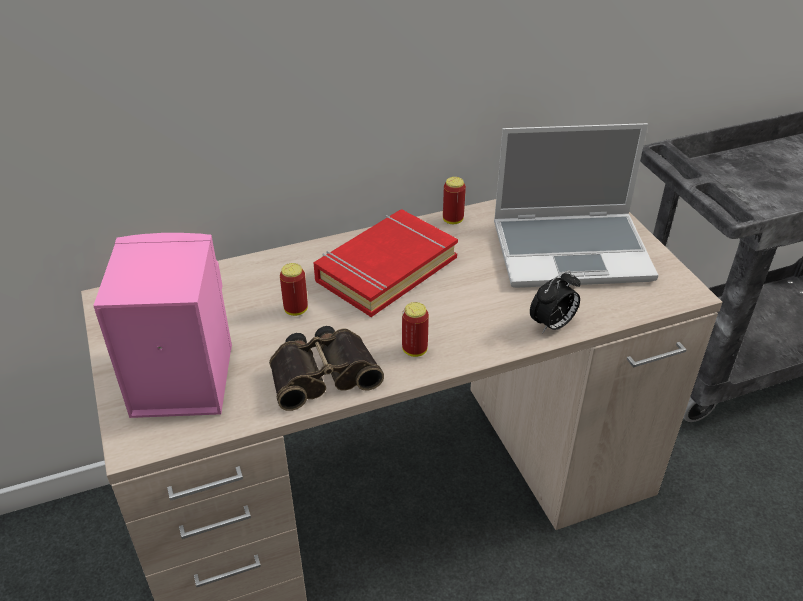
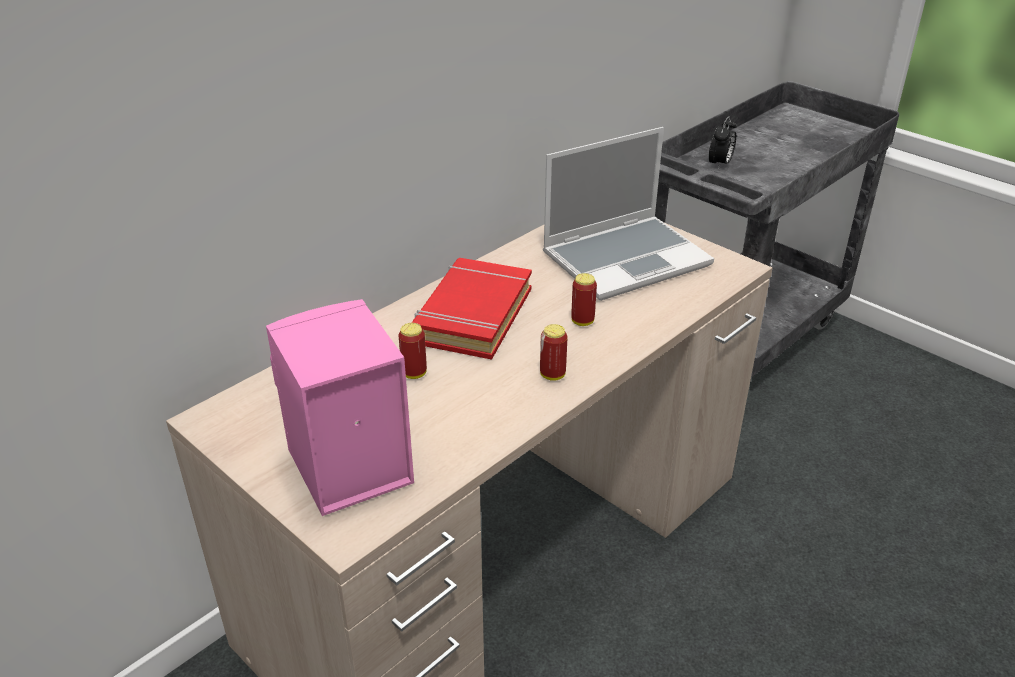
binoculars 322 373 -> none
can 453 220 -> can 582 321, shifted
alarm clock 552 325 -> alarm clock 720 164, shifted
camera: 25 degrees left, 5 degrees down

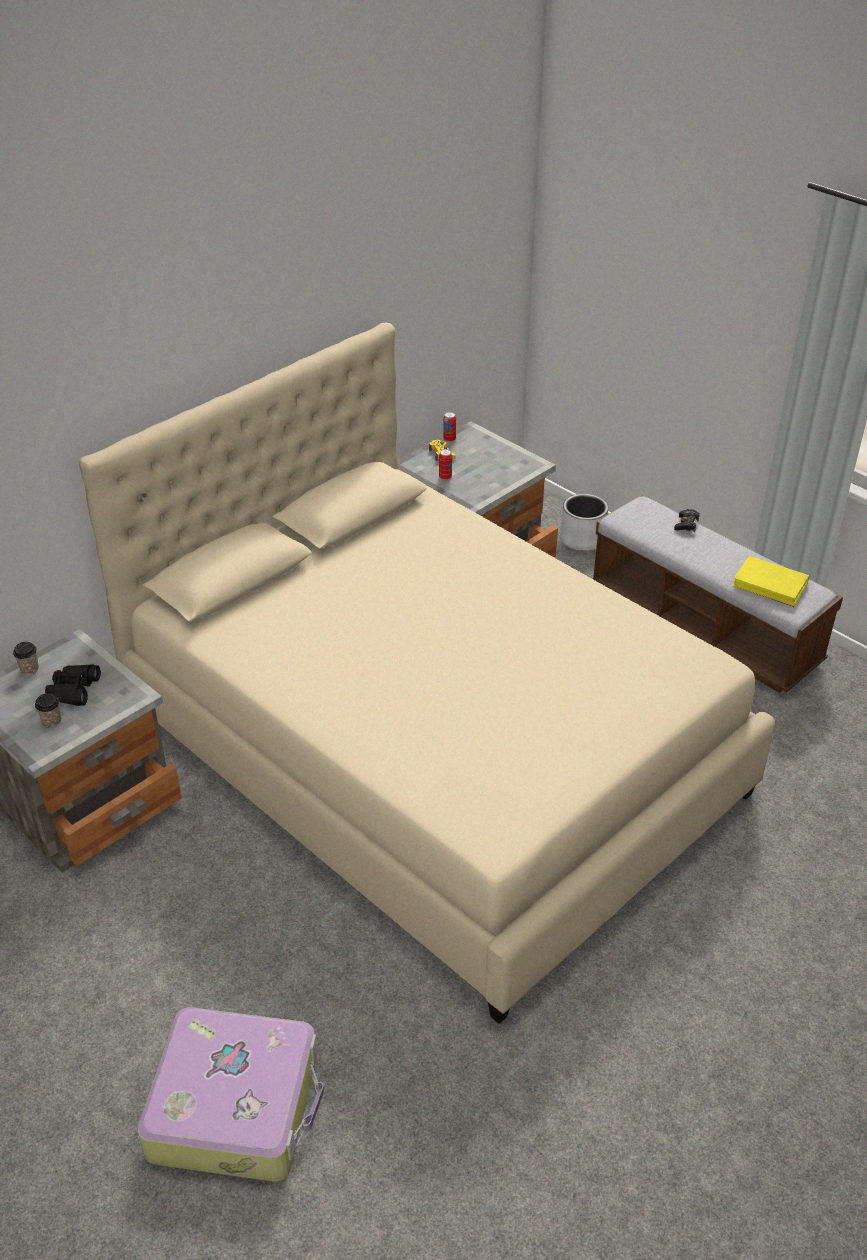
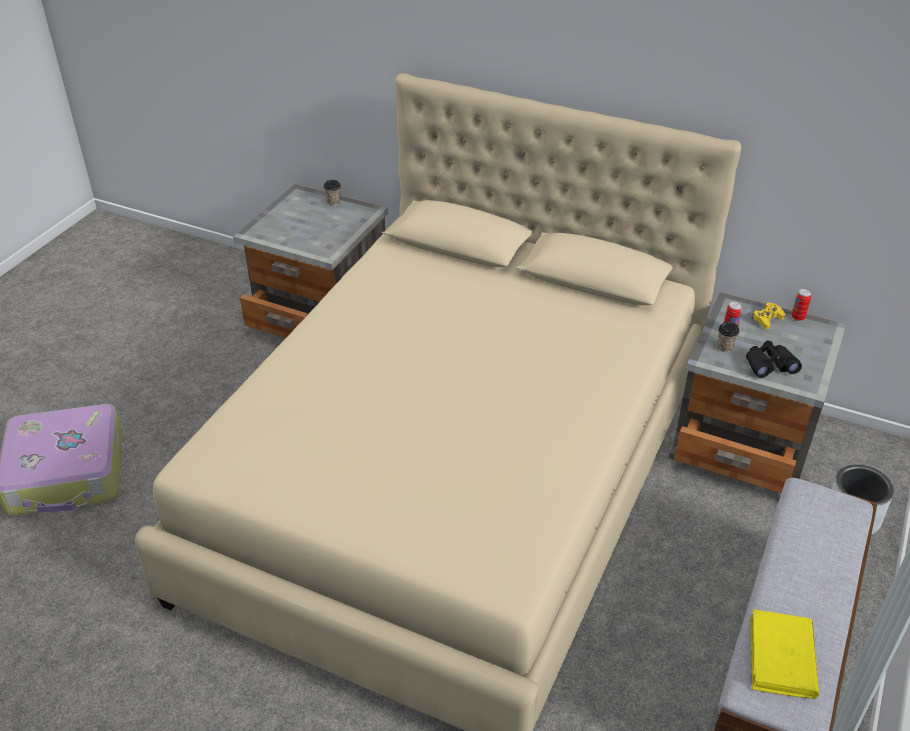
black game controller 686 524 -> none
cup 52 721 -> cup 725 347, shifted
black binoculars 73 690 -> black binoculars 769 365, shifted
camera: 70 degrees right, 0 degrees up

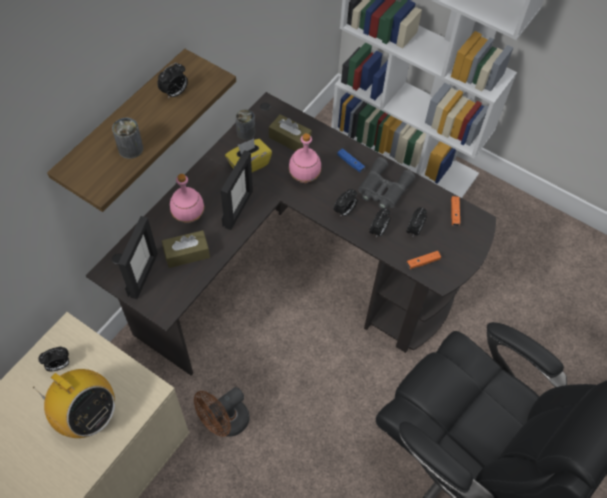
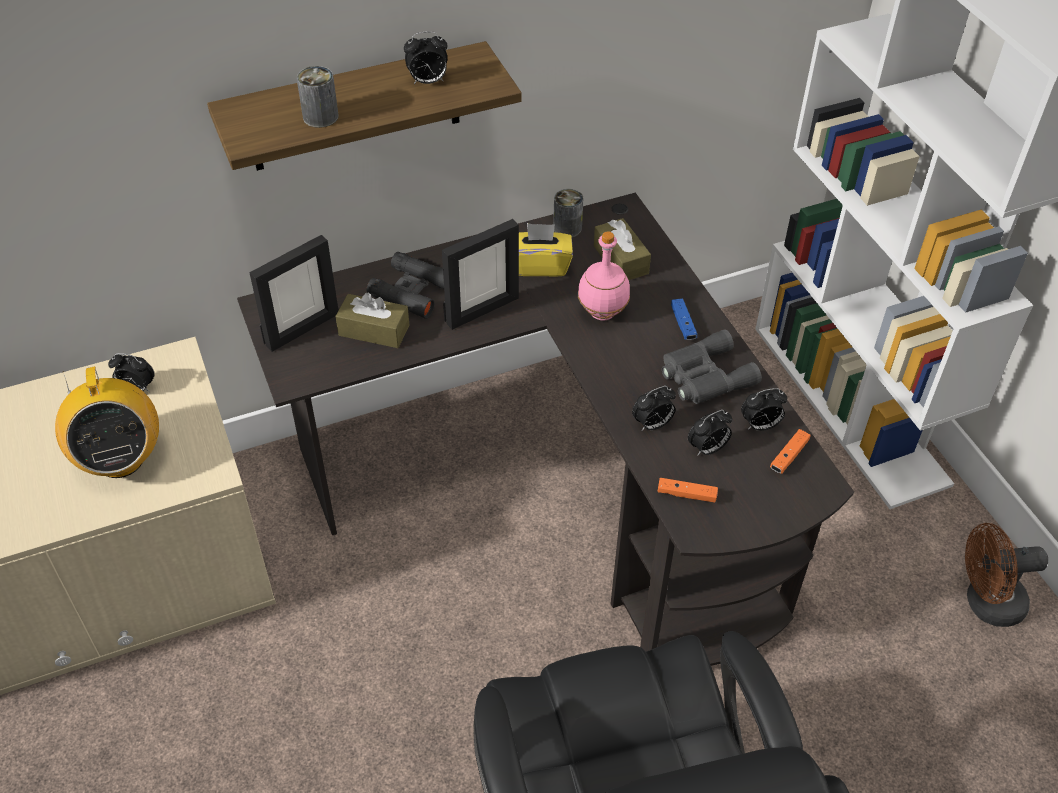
brown fan 225 423 -> brown fan 985 604, shifted
alarm clock 344 211 -> alarm clock 760 426, shifted
pink bottle 189 217 -> black binoculars 412 291
camera: 35 degrees right, 10 degrees down

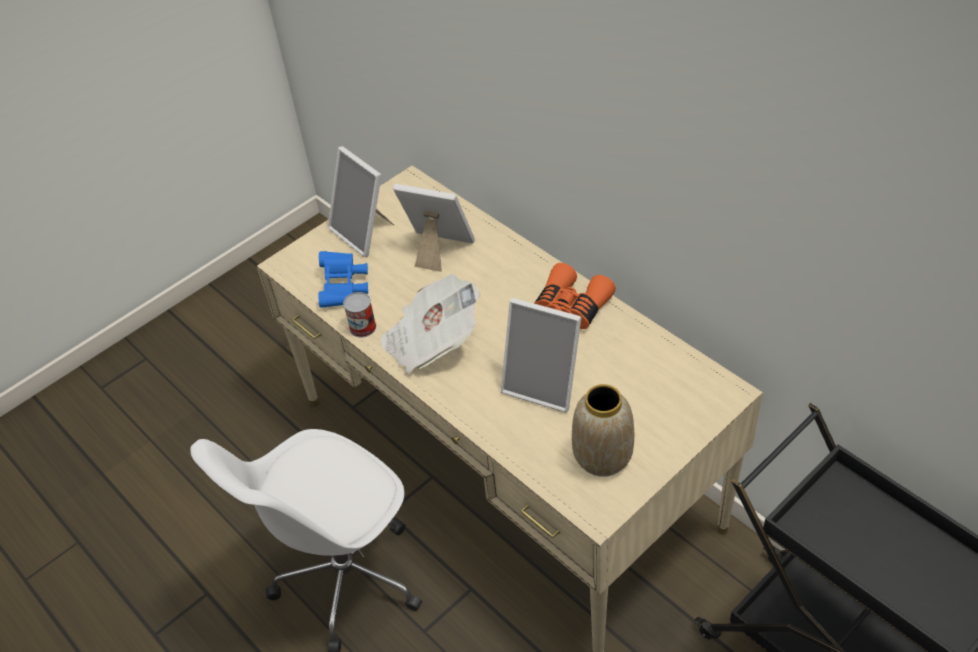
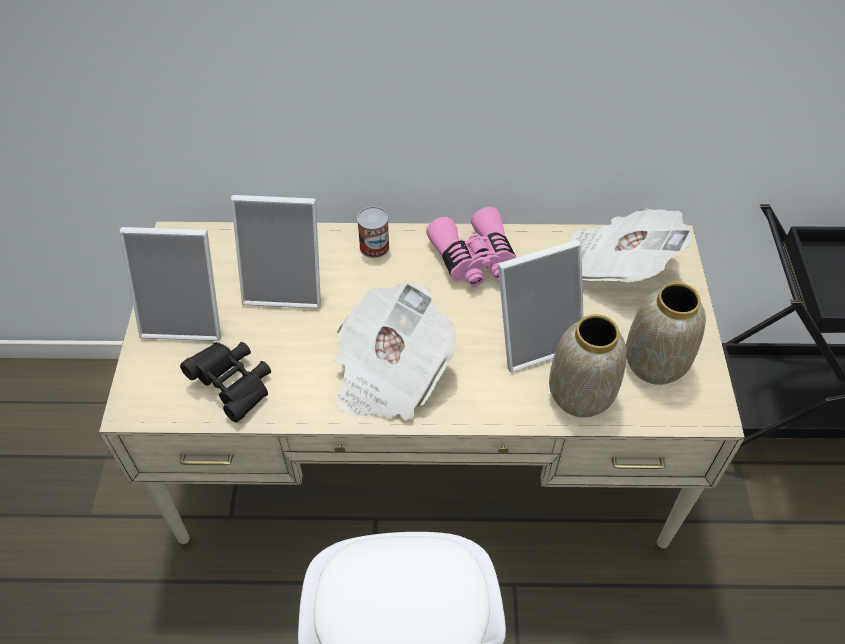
none -> vase 580 393
none -> newspaper 617 264
can 362 327 -> can 374 246, shifted
blue binoculars 344 288 -> black binoculars 234 385
orange binoculars 570 309 -> pink binoculars 474 259
picture frame 437 250 -> picture frame 286 285, 150 degrees counterclockwise
camera: 50 degrees left, 5 degrees up

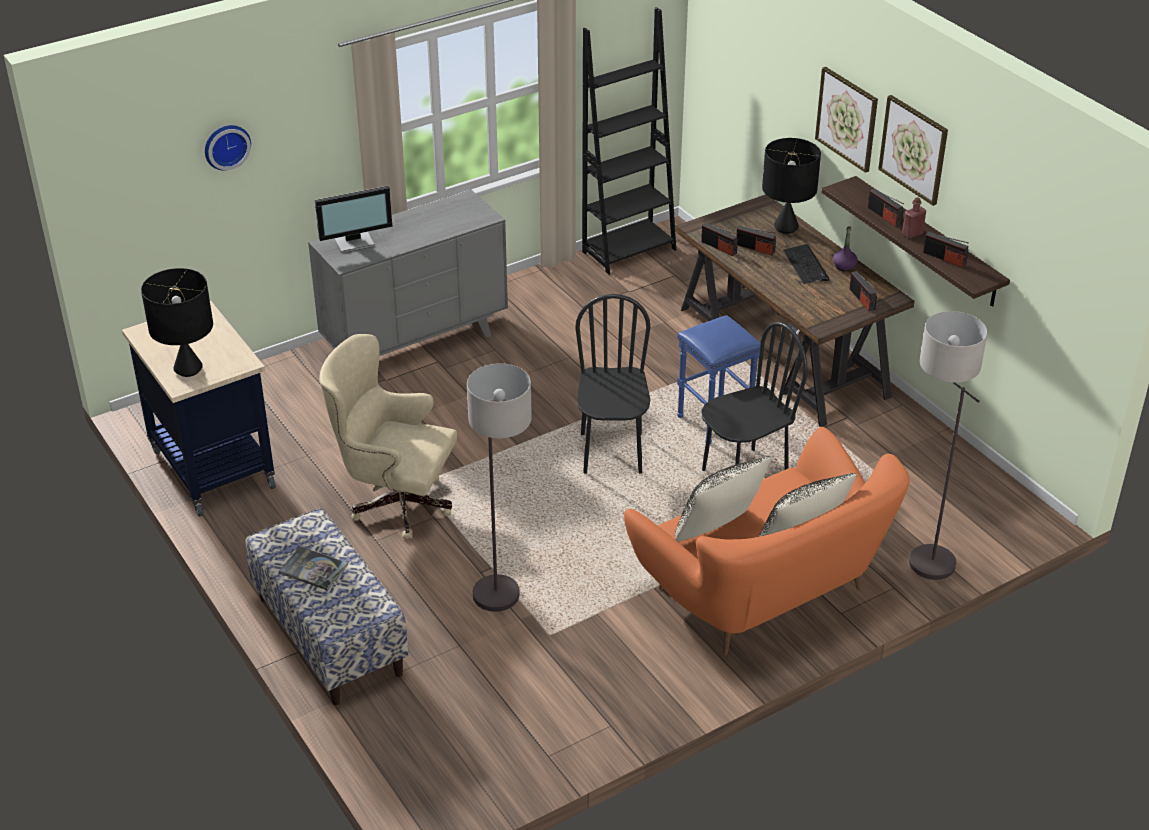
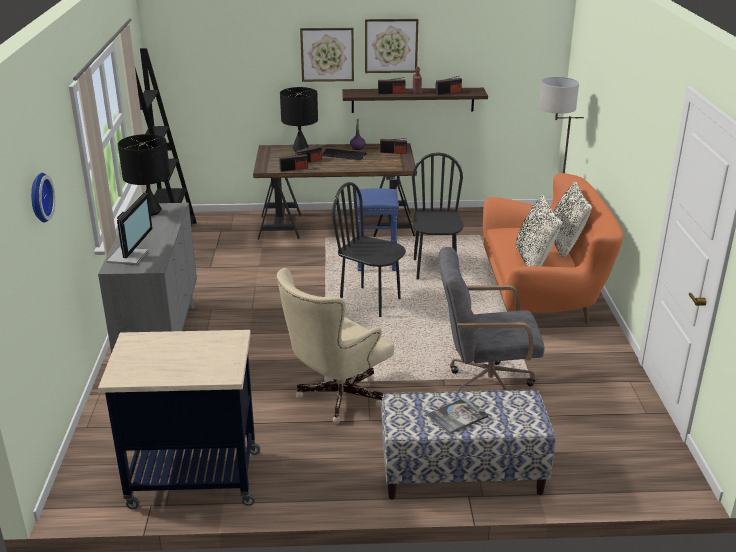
black table lamp 188 370 -> black table lamp 151 212, shifted
grey floor lamp 503 603 -> grey office chair 484 386
camera: 60 degrees left, 10 degrees down

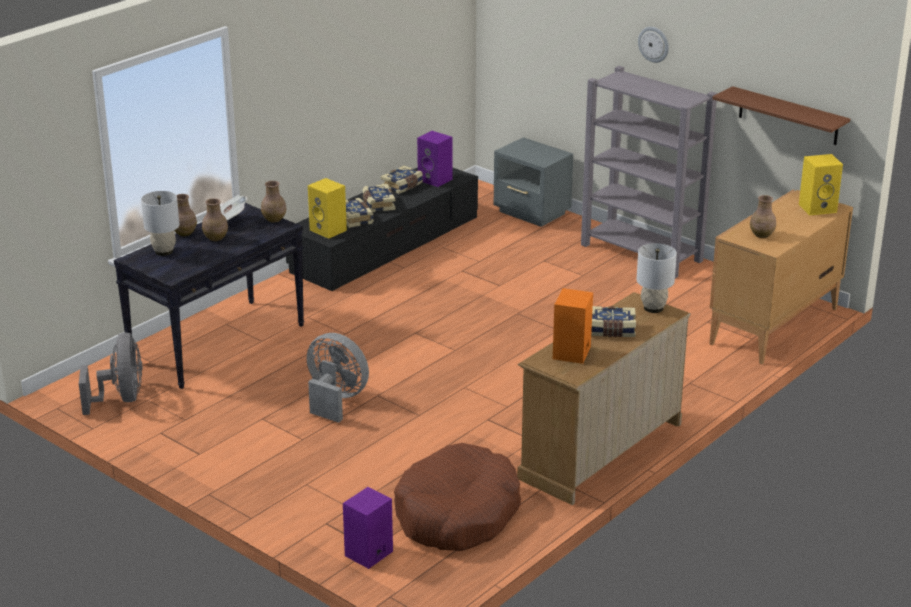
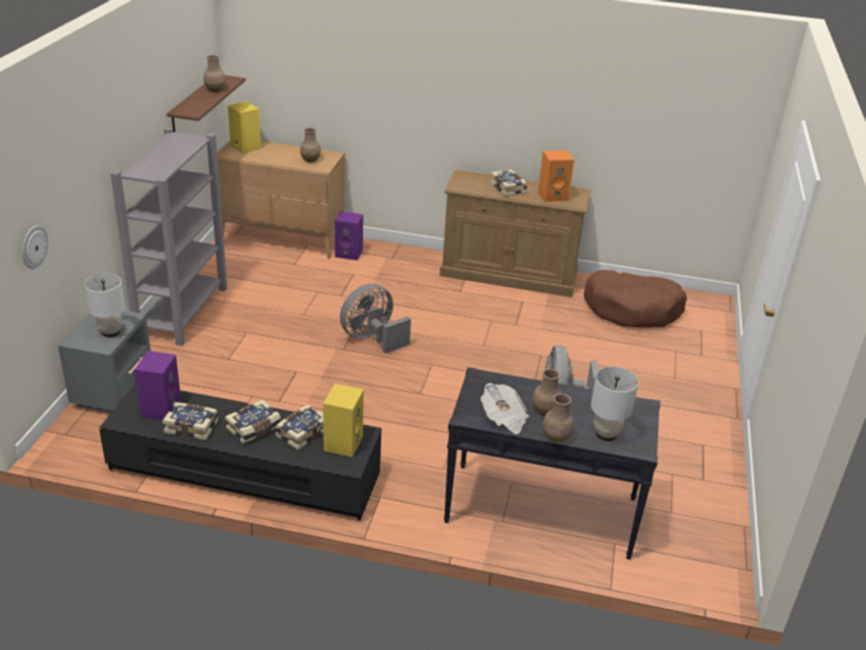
grey fan 121 399 -> grey fan 372 339, shifted
brown vase 274 219 -> brown vase 215 90, shifted
purple speaker 368 554 -> purple speaker 349 253, shifted
white table lamp 653 308 -> white table lamp 110 332, shifted
wall clock 654 44 -> wall clock 33 246, shifted
camera: 120 degrees left, 5 degrees up

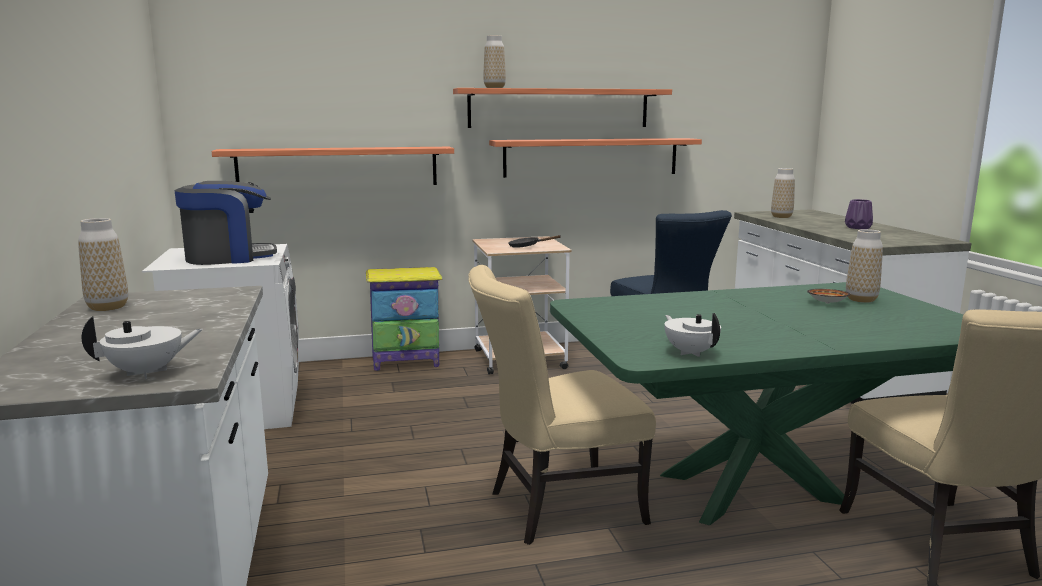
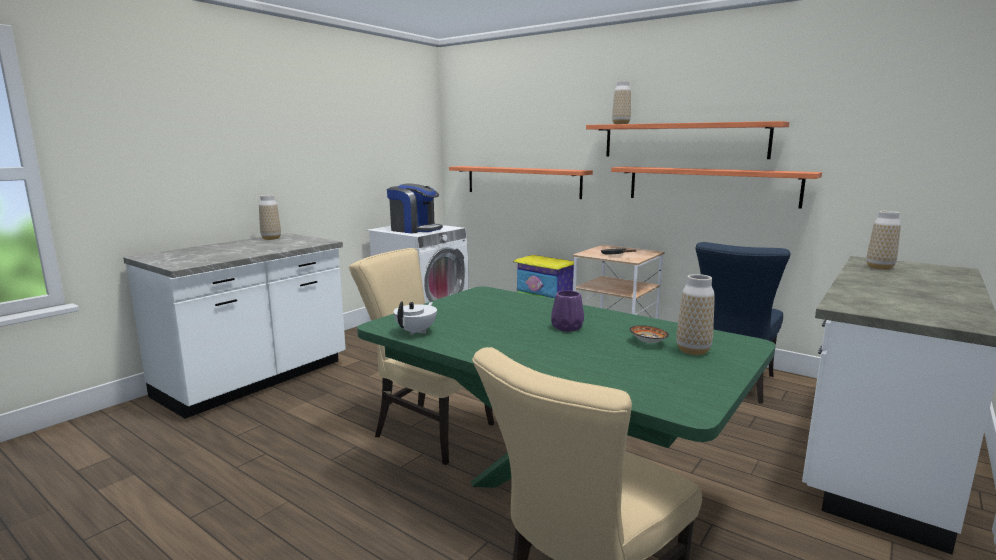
white teapot 147 373 -> none
purple vase 858 227 -> purple vase 567 327, shifted
camera: 50 degrees right, 0 degrees up

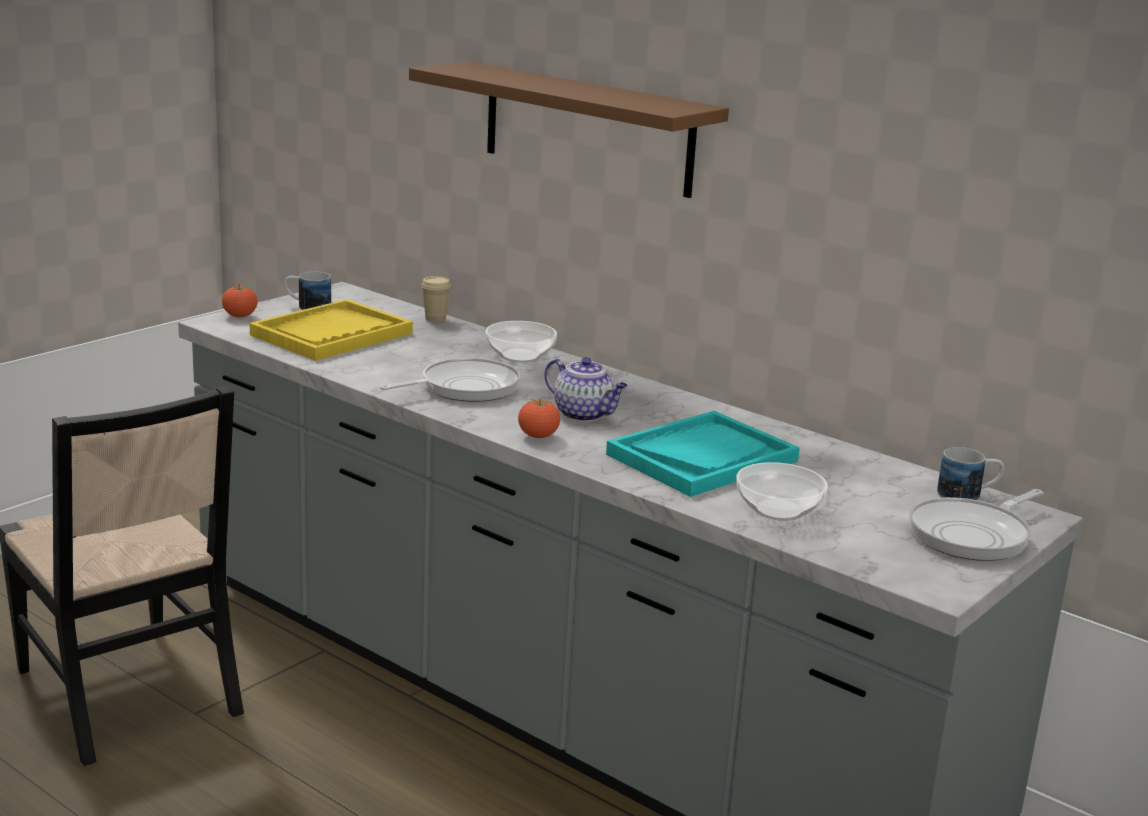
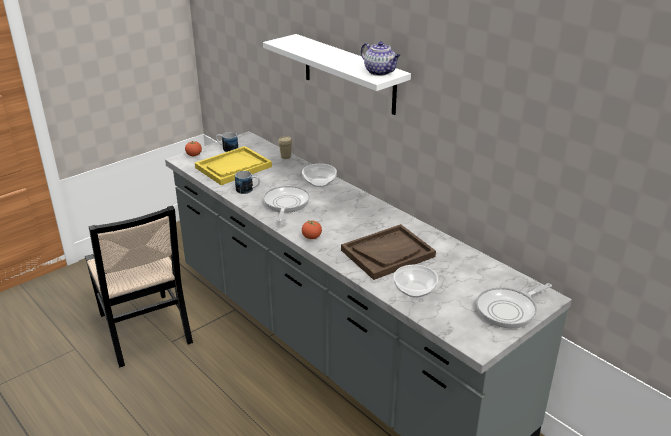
teapot 584 414 -> teapot 380 72, shifted
mug 968 495 -> mug 248 190, shifted
brown shelf 587 128 -> white shelf 349 74
turquoise tray 702 458 -> brown tray 388 253
frying pan 464 388 -> frying pan 286 204, 60 degrees counterclockwise
camera: 10 degrees right, 10 degrees up

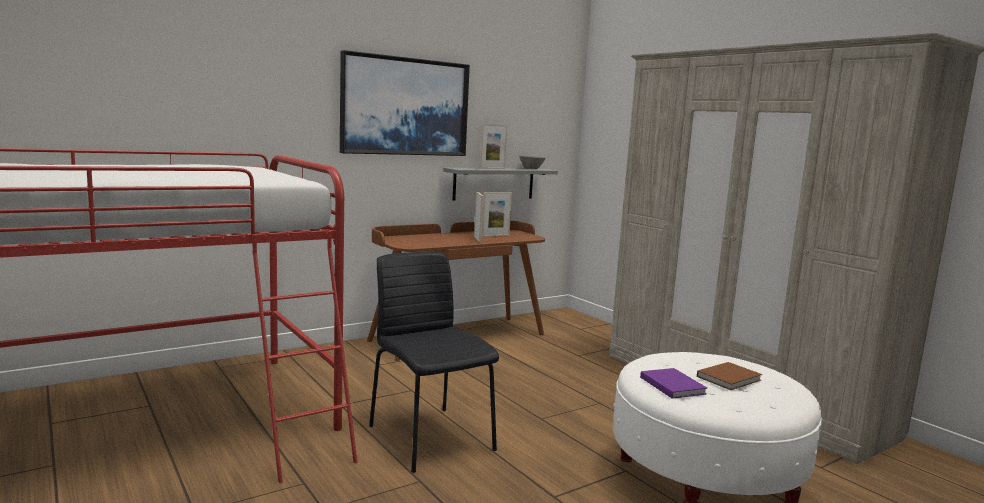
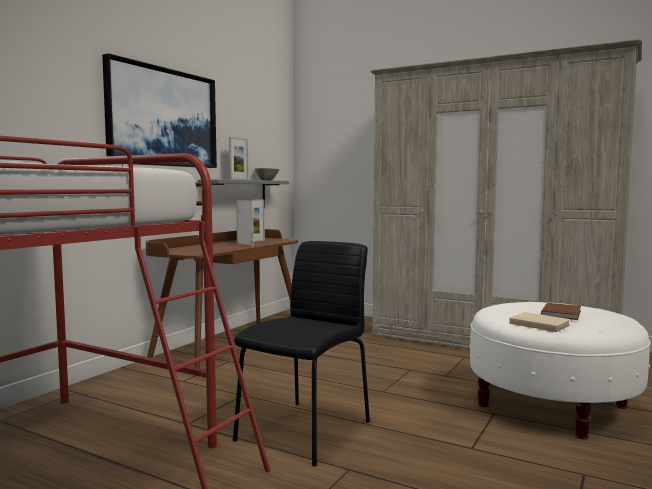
purple book 672 385 -> beige book 538 324
black chair 428 436 -> black chair 307 429, 90 degrees clockwise
camera: 25 degrees left, 5 degrees down

